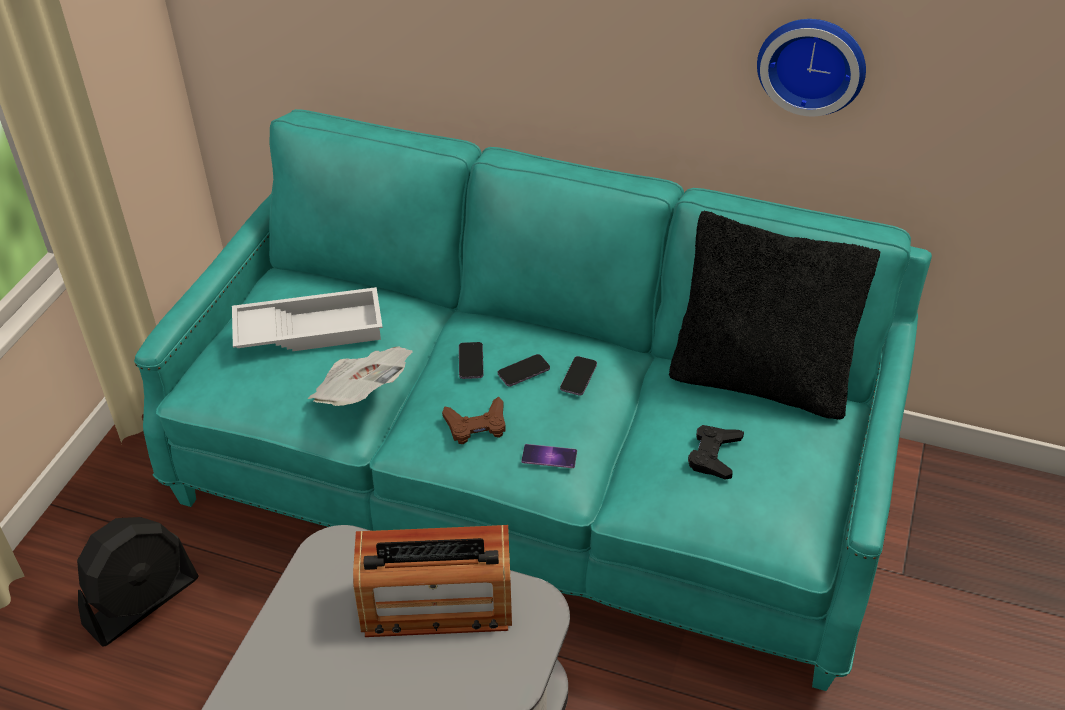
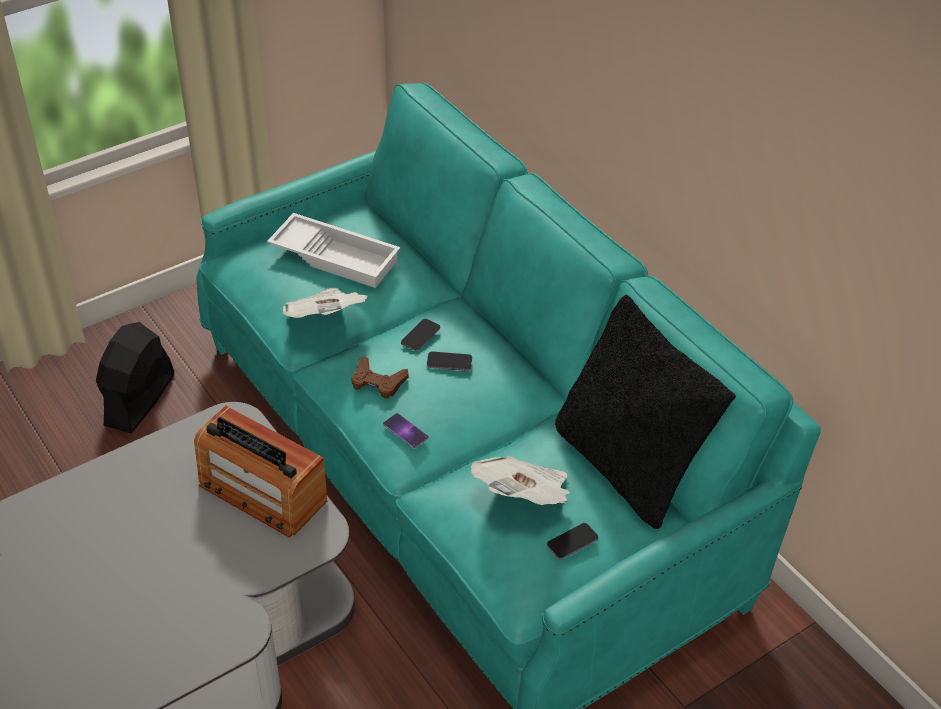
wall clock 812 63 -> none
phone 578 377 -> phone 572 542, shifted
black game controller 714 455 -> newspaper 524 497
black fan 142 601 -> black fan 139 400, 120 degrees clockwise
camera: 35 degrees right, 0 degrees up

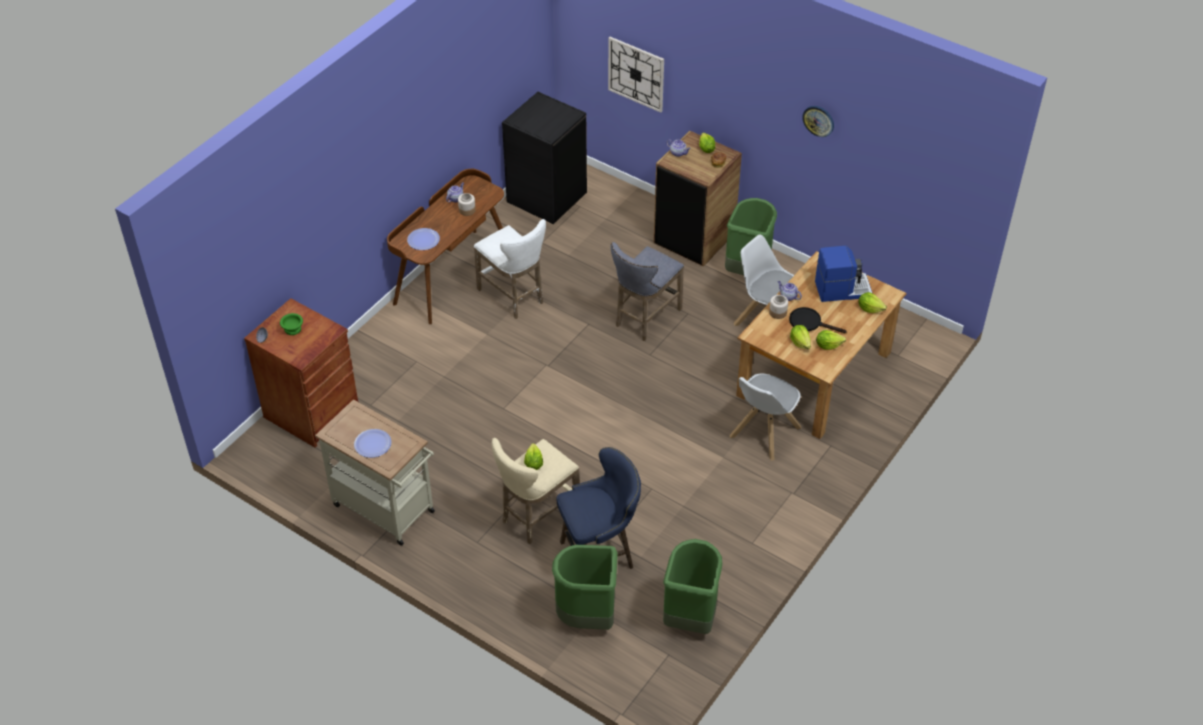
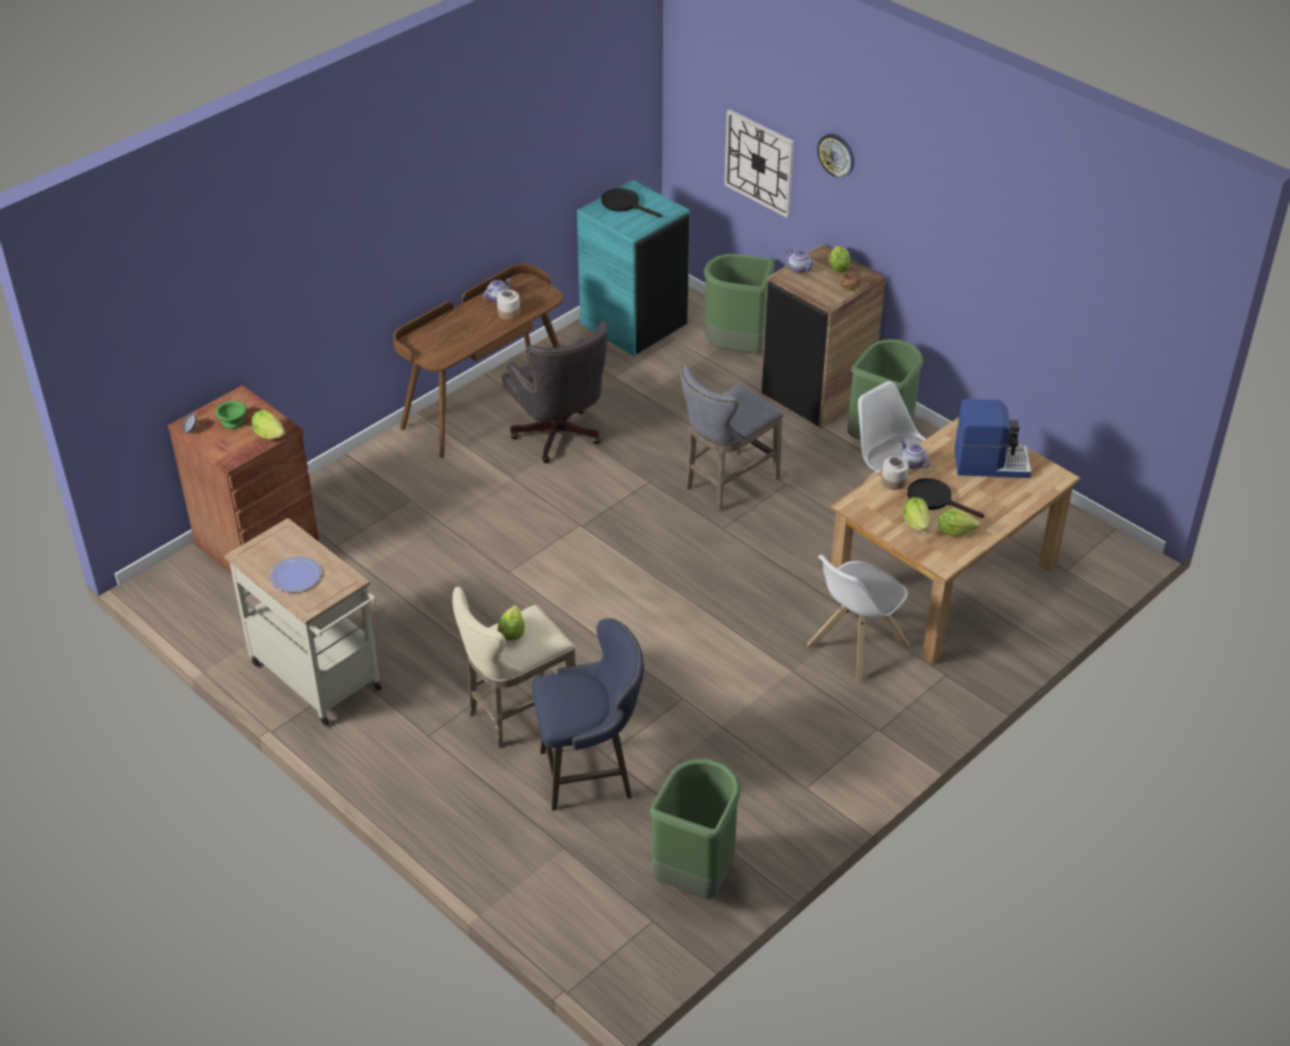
plate 423 240 -> none
none -> black frying pan 625 204
green trash can 587 618 -> green trash can 737 348, shifted
wall clock 818 120 -> wall clock 836 155, shifted
lettuce 870 309 -> lettuce 269 434, shifted
white stool 513 297 -> grey office chair 559 438
black cabinet 547 197 -> turquoise cabinet 634 324
camera: 10 degrees right, 5 degrees down

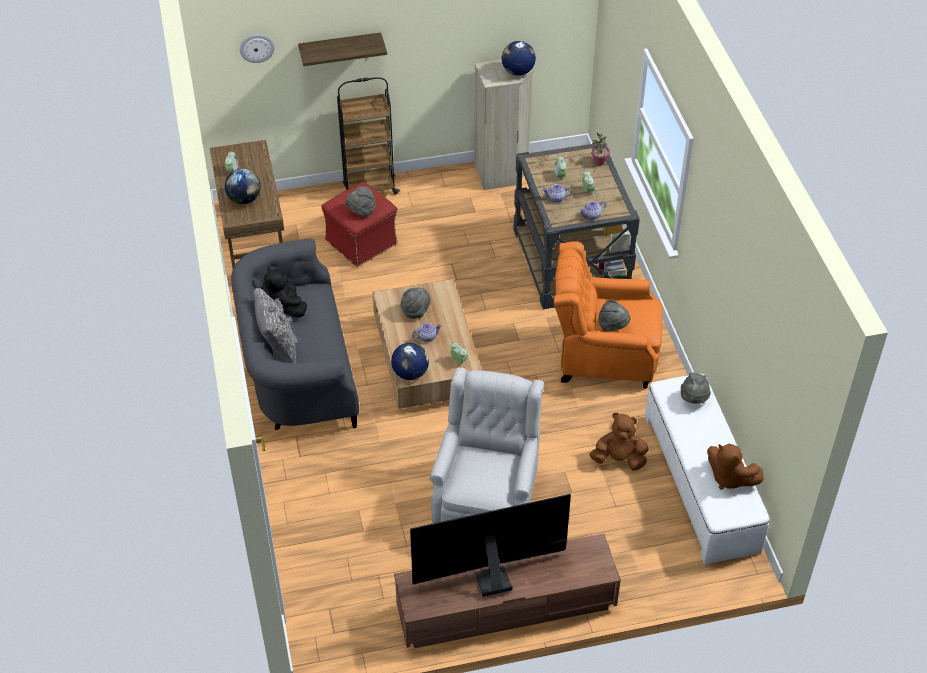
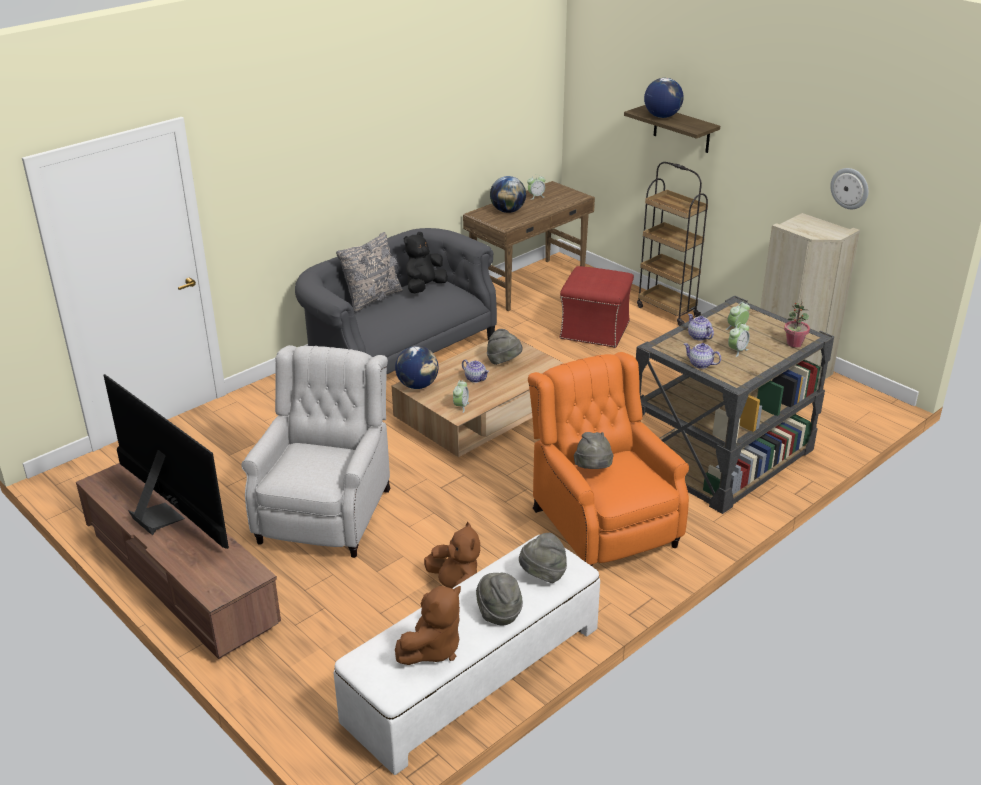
wall clock 257 47 -> wall clock 850 188, shifted
grey hat 361 211 -> grey hat 498 613, shifted
globe 517 72 -> globe 662 116, shifted
white armchair 486 497 -> white armchair 325 514, 60 degrees counterclockwise
brown plush toy 729 478 -> brown plush toy 433 648, 150 degrees counterclockwise
camera: 60 degrees right, 15 degrees down

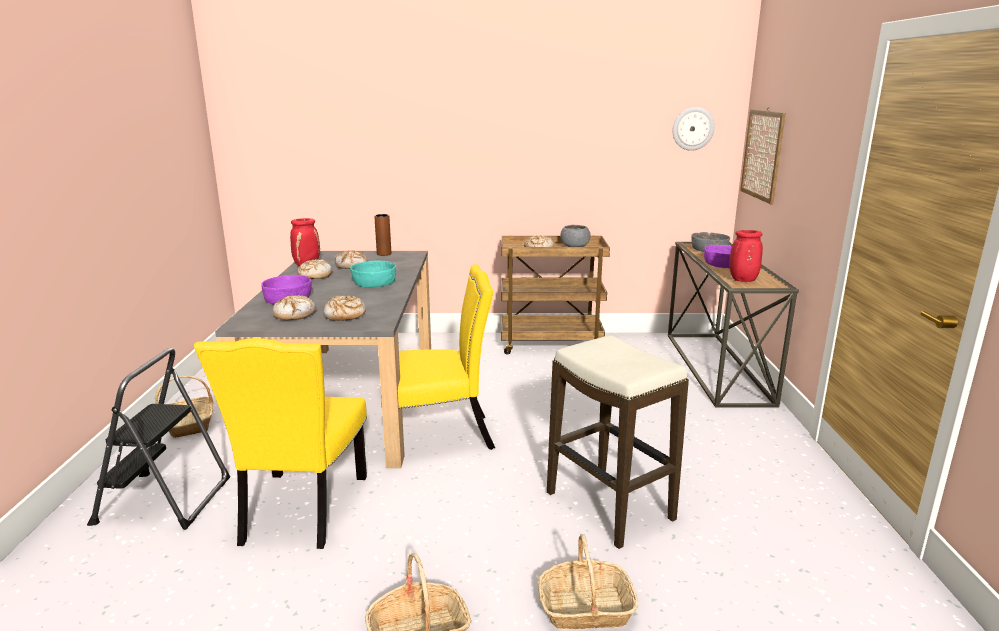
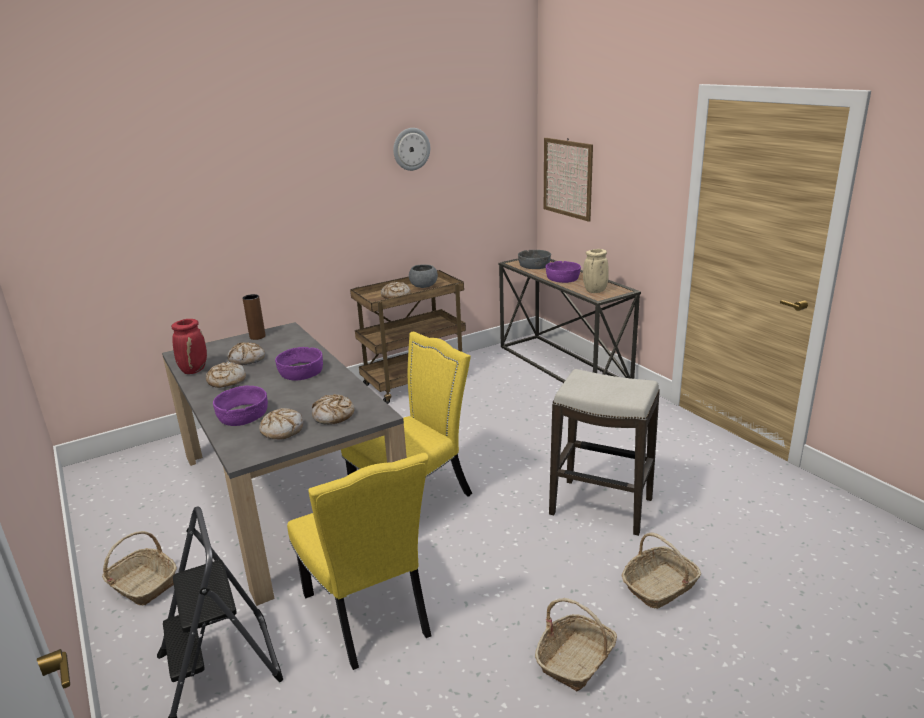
wall clock 693 128 -> wall clock 411 149, shifted
turquoise bowl 373 282 -> purple bowl 300 372
red vase 742 280 -> beige vase 595 291
camera: 30 degrees left, 5 degrees up

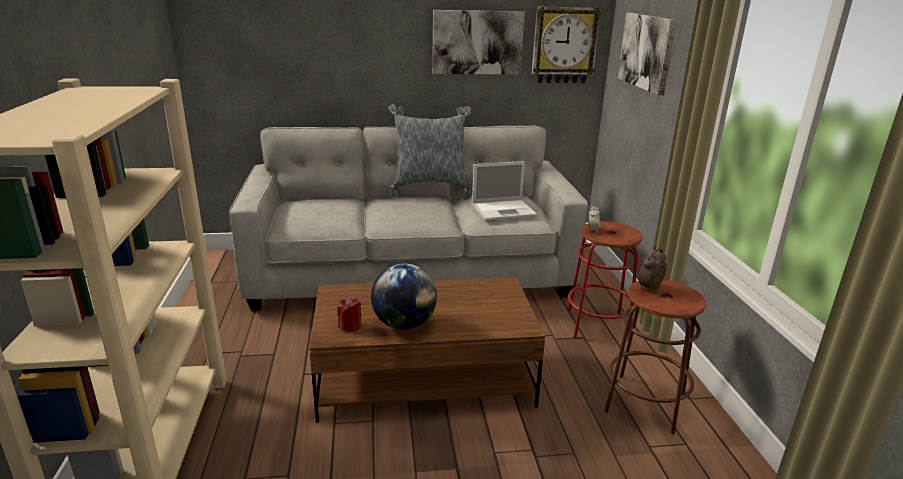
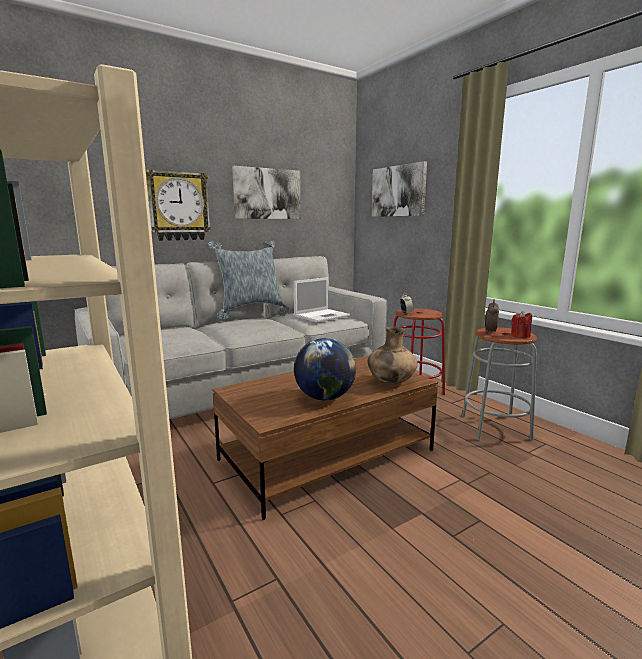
none -> brown vase 390 382
red candle 350 326 -> red candle 520 336, shifted
wall clock 564 45 -> wall clock 178 206, shifted
brown stool 645 403 -> grey stool 495 427
camera: 25 degrees left, 10 degrees down

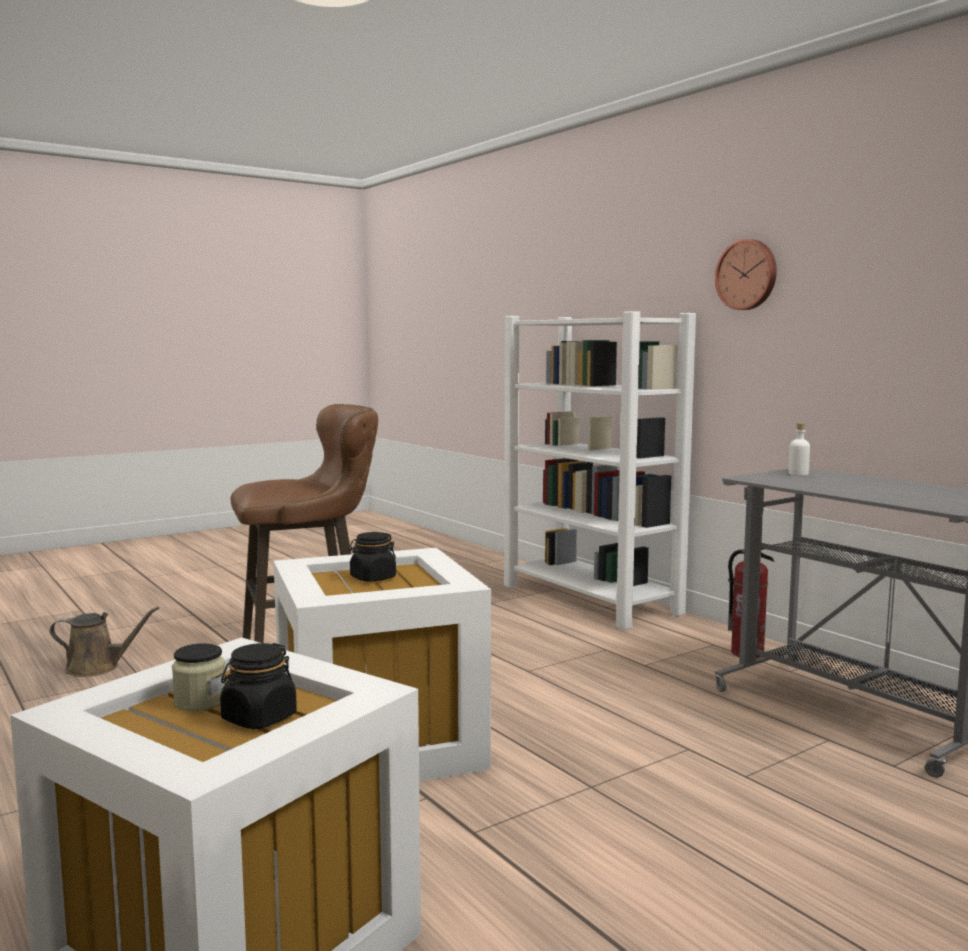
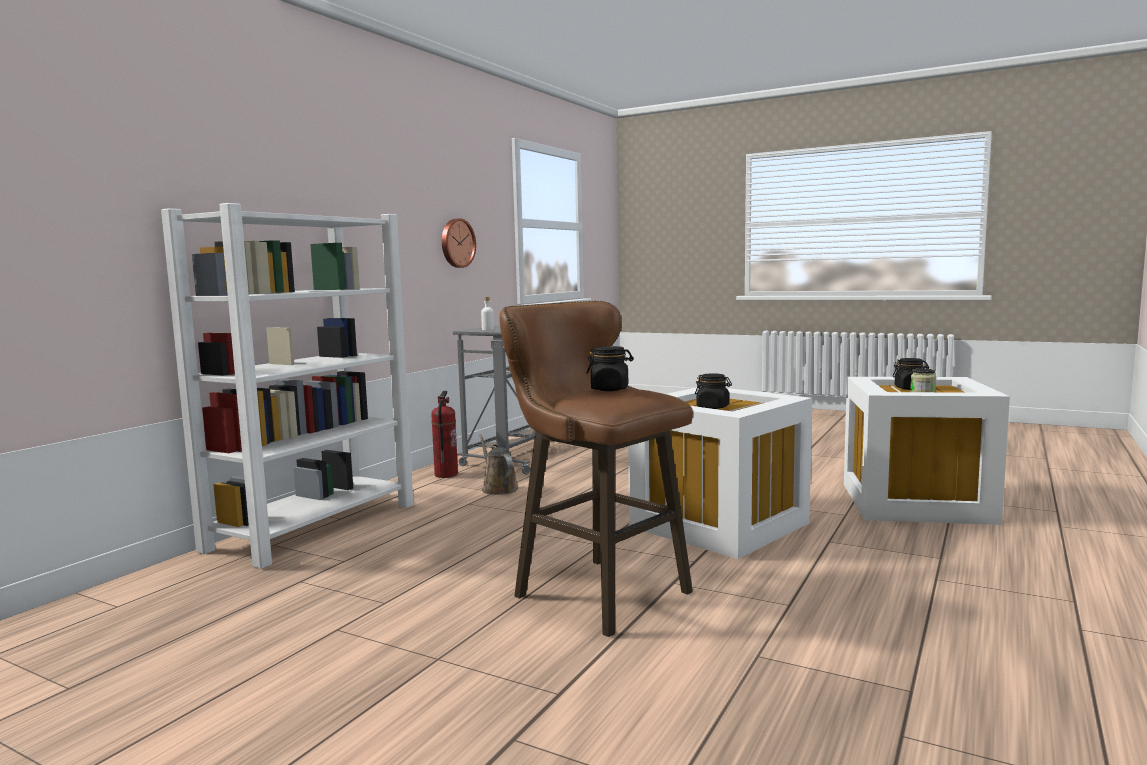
none -> black jar 610 389
brown watering can 97 668 -> brown watering can 498 488, shifted
wall clock 747 275 -> wall clock 456 243, shifted
camera: 115 degrees left, 0 degrees up

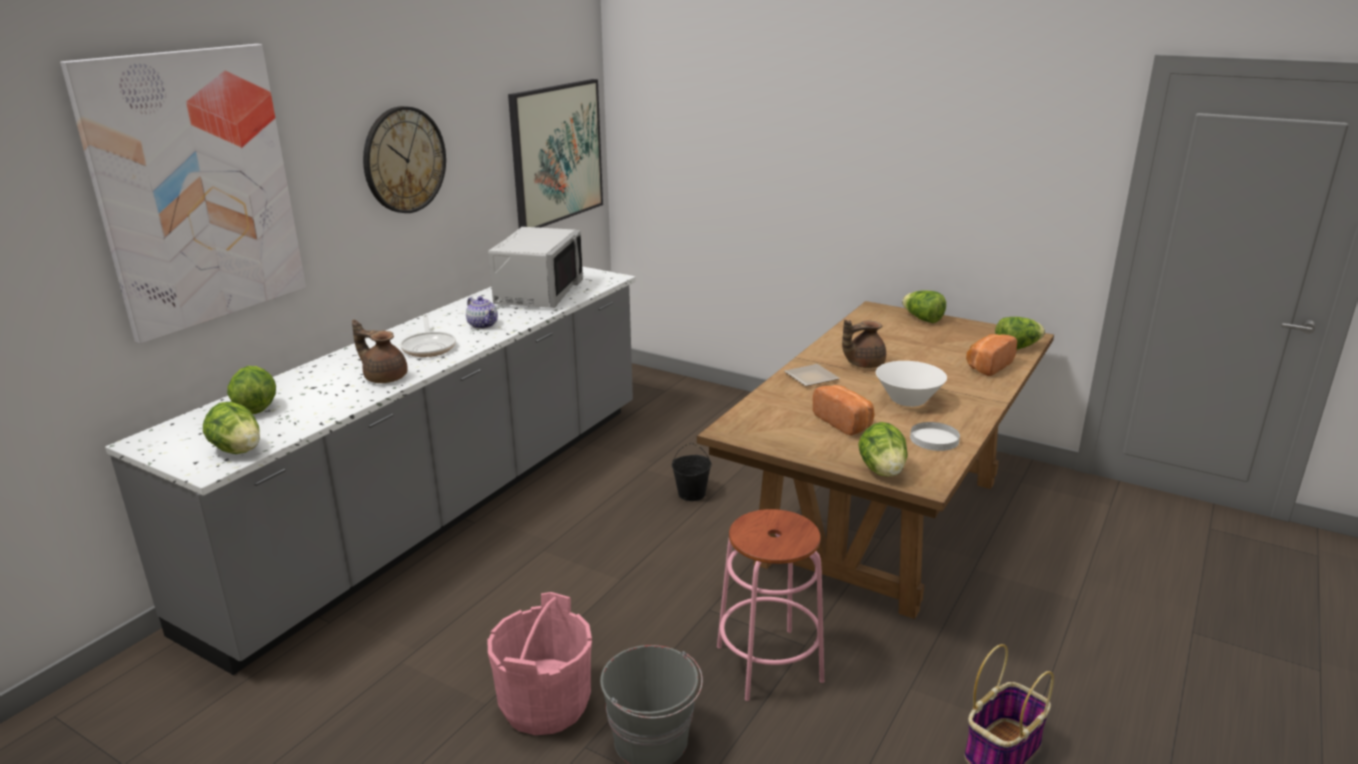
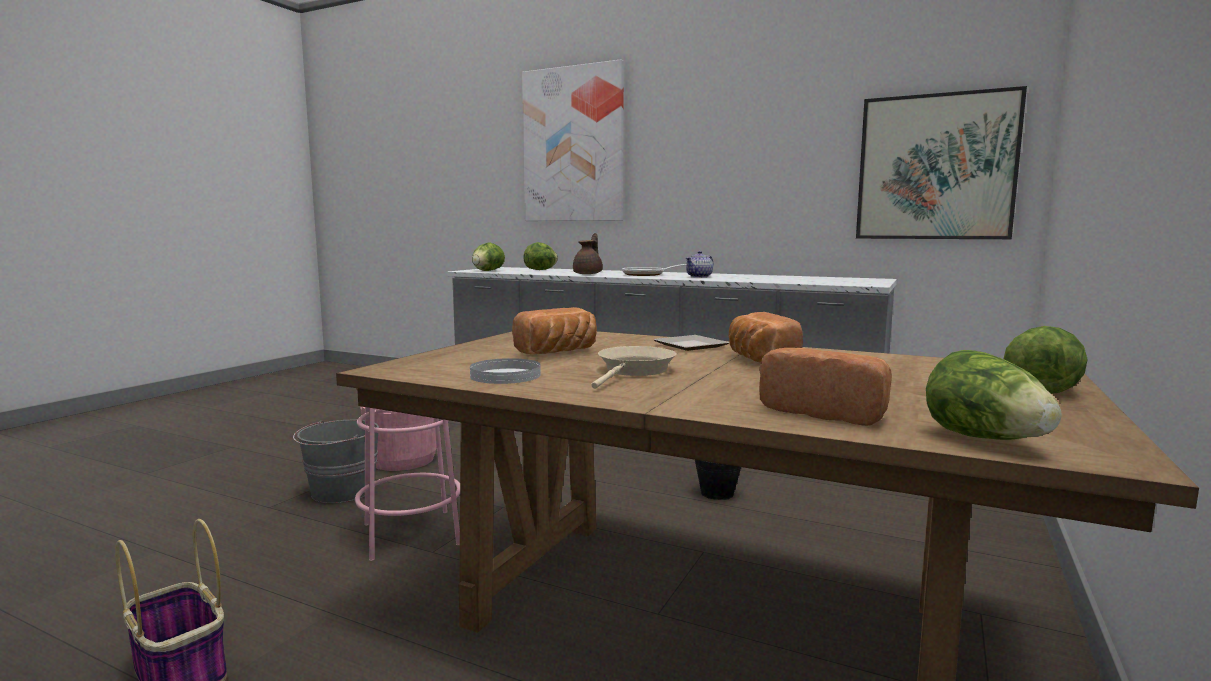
wall clock 404 160 -> none
grey microwave 538 293 -> none
lettuce 882 471 -> none
brown teapot 863 364 -> bread 759 360
white bowl 908 400 -> beige frying pan 634 371
camera: 85 degrees right, 15 degrees down

